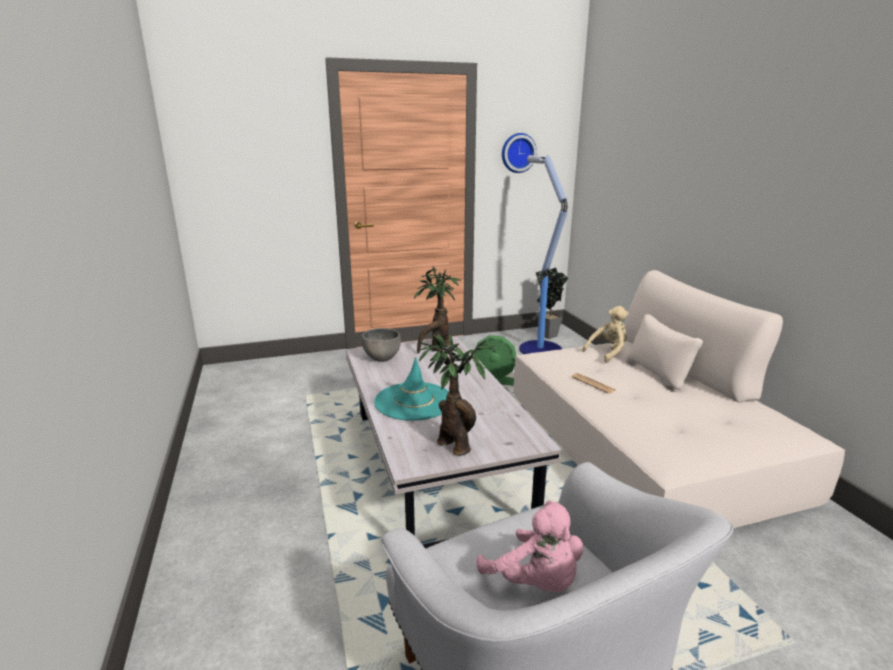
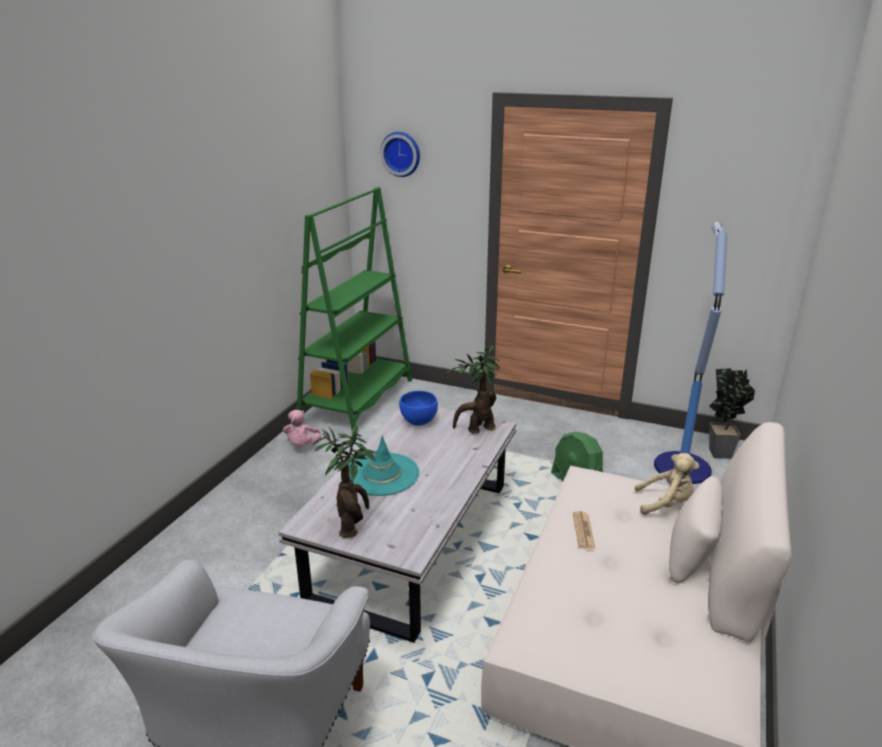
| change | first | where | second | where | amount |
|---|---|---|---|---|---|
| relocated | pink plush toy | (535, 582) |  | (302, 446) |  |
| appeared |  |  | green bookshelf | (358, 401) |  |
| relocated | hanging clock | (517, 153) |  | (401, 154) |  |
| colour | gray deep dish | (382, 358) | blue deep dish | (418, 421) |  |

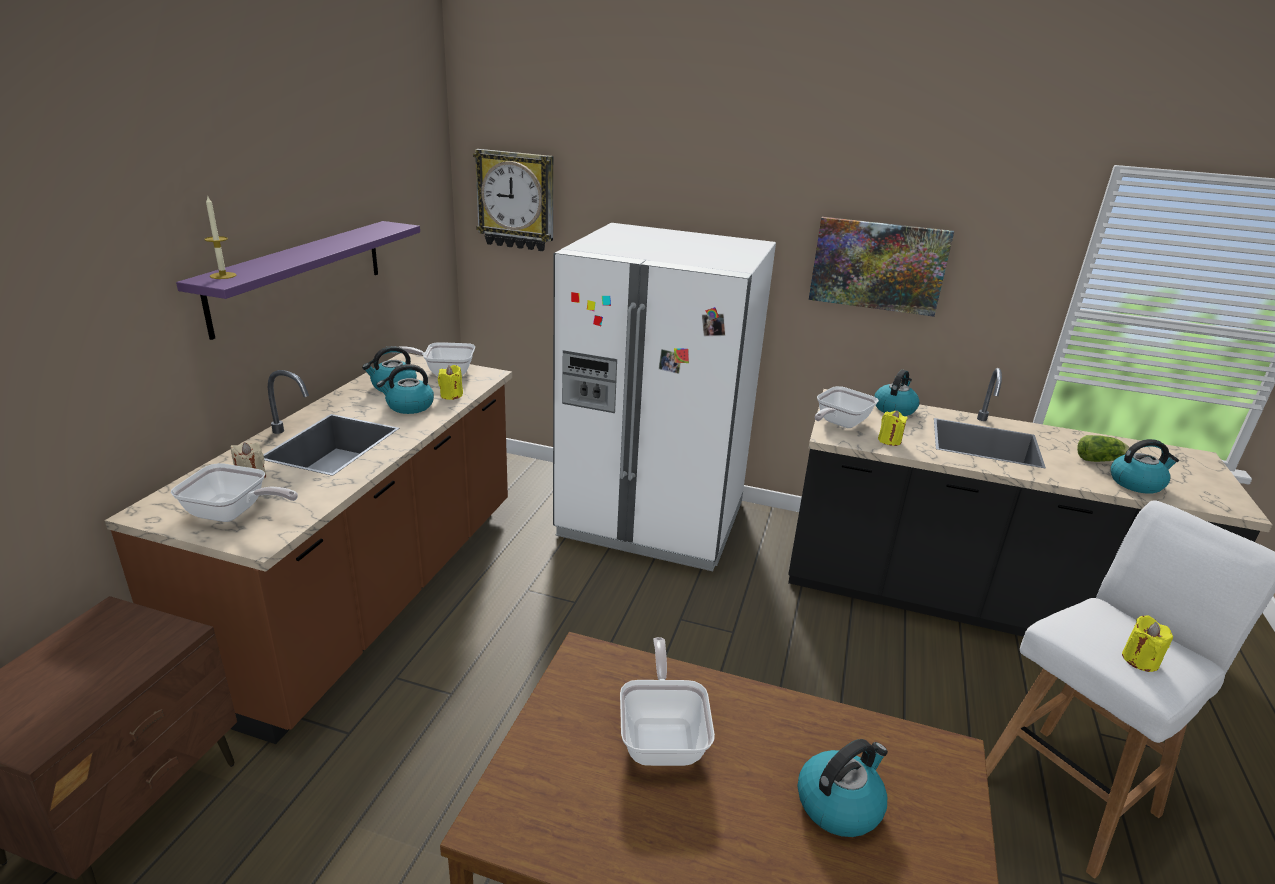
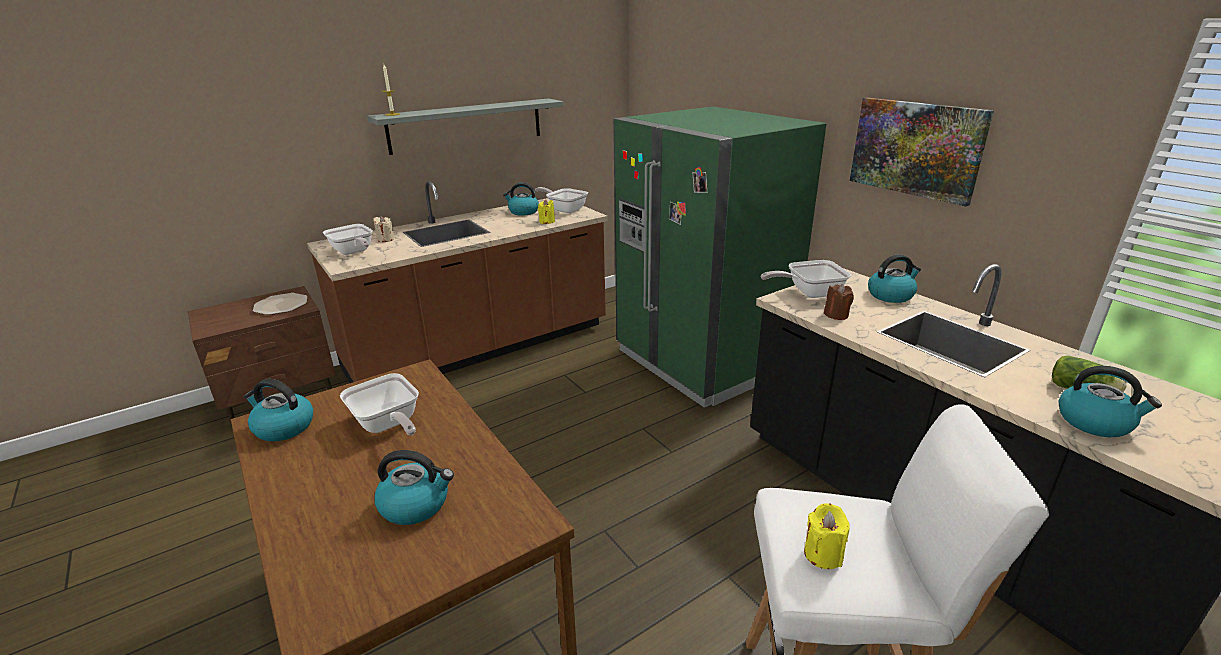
| change | first | where | second | where | amount |
|---|---|---|---|---|---|
| relocated | water kettle | (409, 406) |  | (283, 427) |  |
| appeared |  |  | dinner plate | (281, 305) |  |
| spun | pan | (663, 736) |  | (387, 425) | 105 degrees clockwise |
| colour | purplish shelf | (300, 274) | gray shelf | (466, 125) |  |
| colour | whitish kitchen fridge | (652, 520) | green kitchen fridge | (701, 361) |  |
| colour | yellow wax light | (889, 440) | brown wax light | (836, 315) |  |
| missing | hanging clock | (516, 200) |  |  |  |

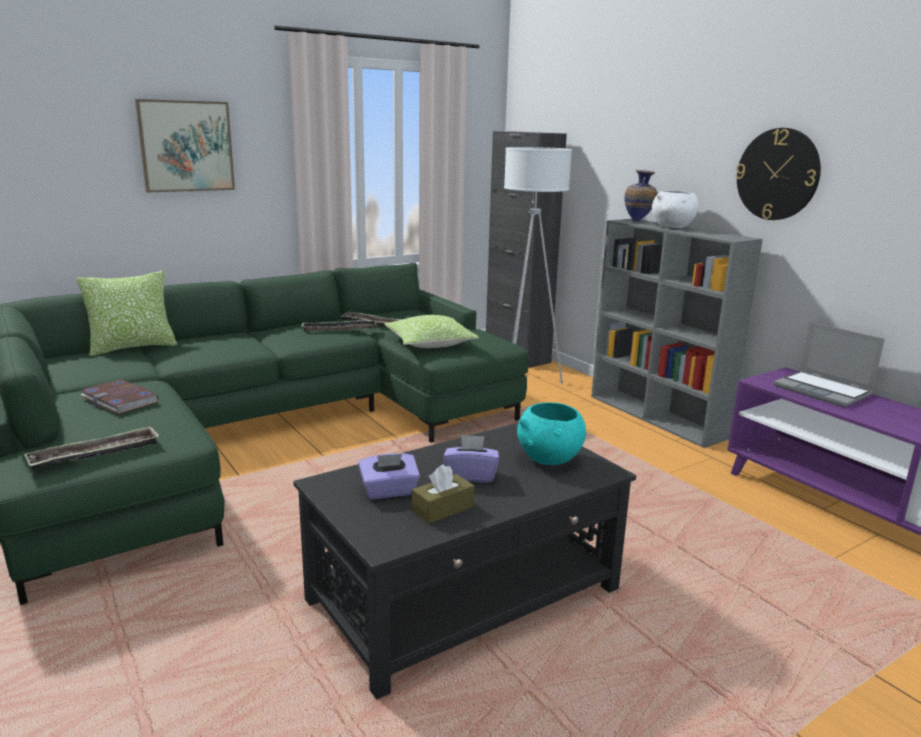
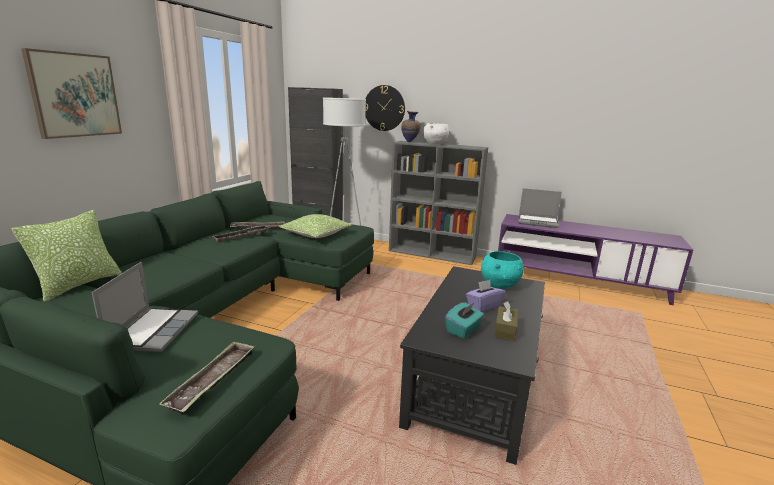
| change | first | where | second | where | amount |
|---|---|---|---|---|---|
| exchanged | book | (120, 400) | notebook computer | (153, 330) |  |
| relocated | hanging clock | (777, 174) |  | (384, 108) |  |
| colour | purplish box of tissues | (389, 491) | turquoise-coloured box of tissues | (463, 330) |  |

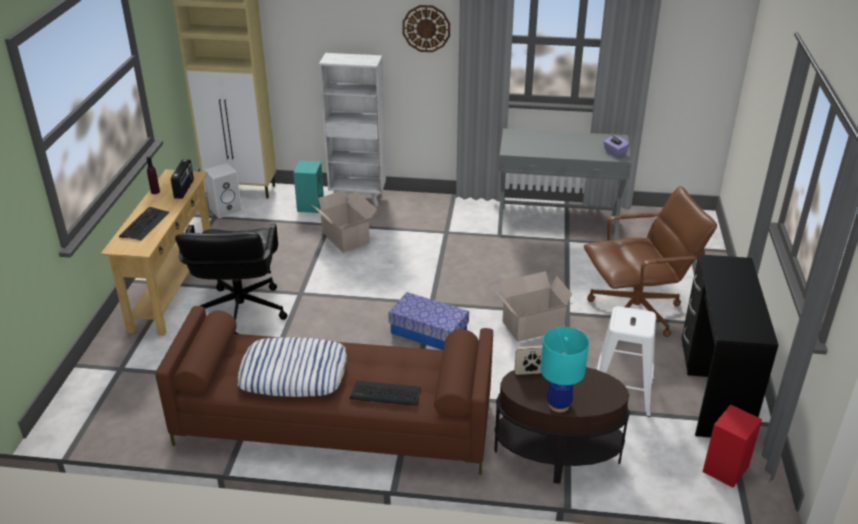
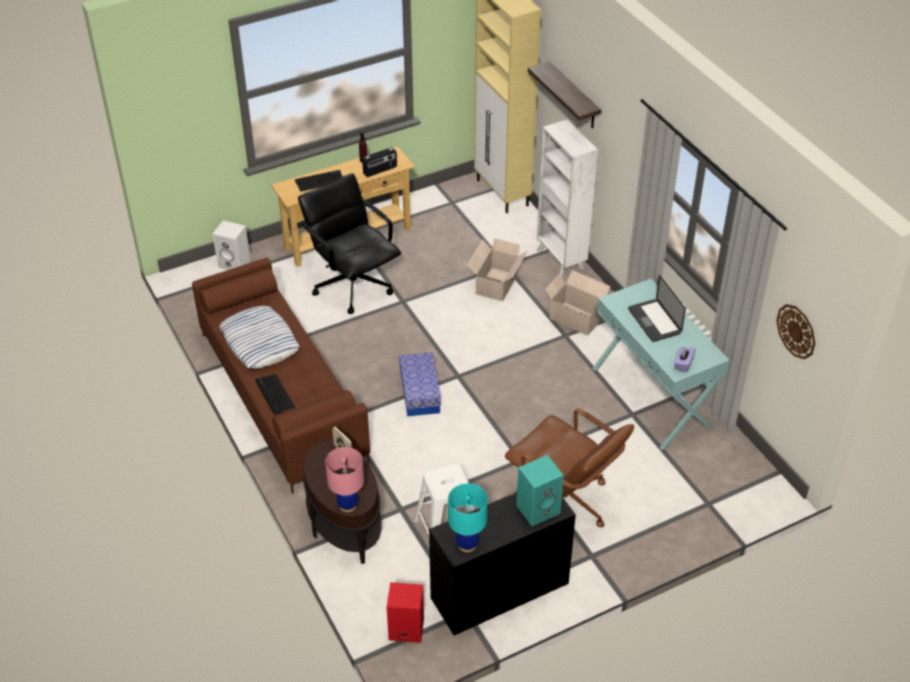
| change | first | where | second | where | amount |
|---|---|---|---|---|---|
| relocated | whitish loudspeaker | (226, 209) |  | (235, 263) |  |
| spun | blackish computer chair | (240, 312) |  | (353, 285) | 90 degrees clockwise |
| appeared |  |  | pink table lamp | (348, 505) |  |
| relocated | turquoise-coloured table lamp | (559, 405) |  | (467, 545) |  |
| relocated | turquoise-coloured loudspeaker | (310, 205) |  | (538, 508) |  |
| appeared |  |  | shelf | (573, 96) |  |
| relocated | cardboard box | (531, 326) |  | (574, 318) |  |
| colour | gray console table | (557, 224) | turquoise-coloured console table | (652, 397) |  |
| appeared |  |  | notebook computer | (654, 321) |  |
| relocated | hanging clock | (426, 28) |  | (796, 331) |  |

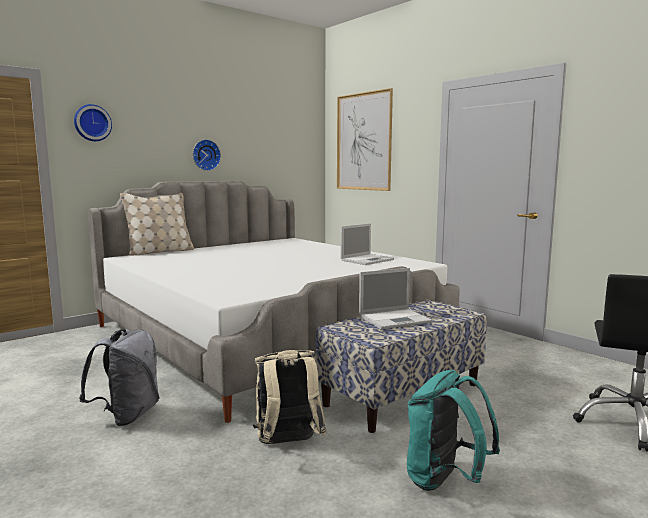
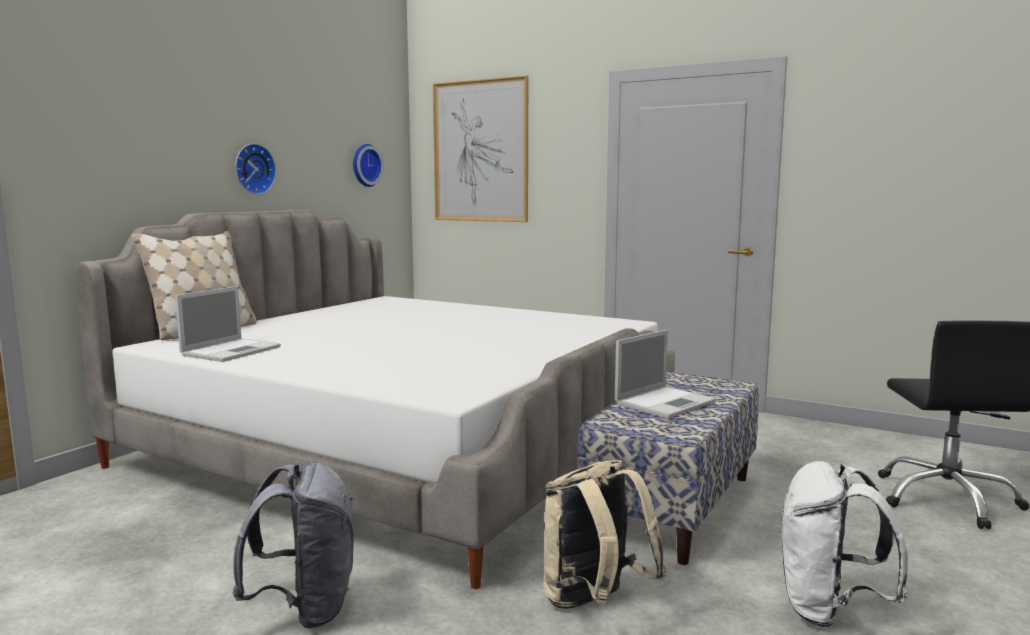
| change | first | where | second | where | amount |
|---|---|---|---|---|---|
| relocated | notebook computer | (367, 260) |  | (232, 350) |  |
| relocated | hanging clock | (92, 123) |  | (365, 165) |  |
| colour | turquoise-coloured backpack | (445, 481) | whitish backpack | (829, 609) |  |

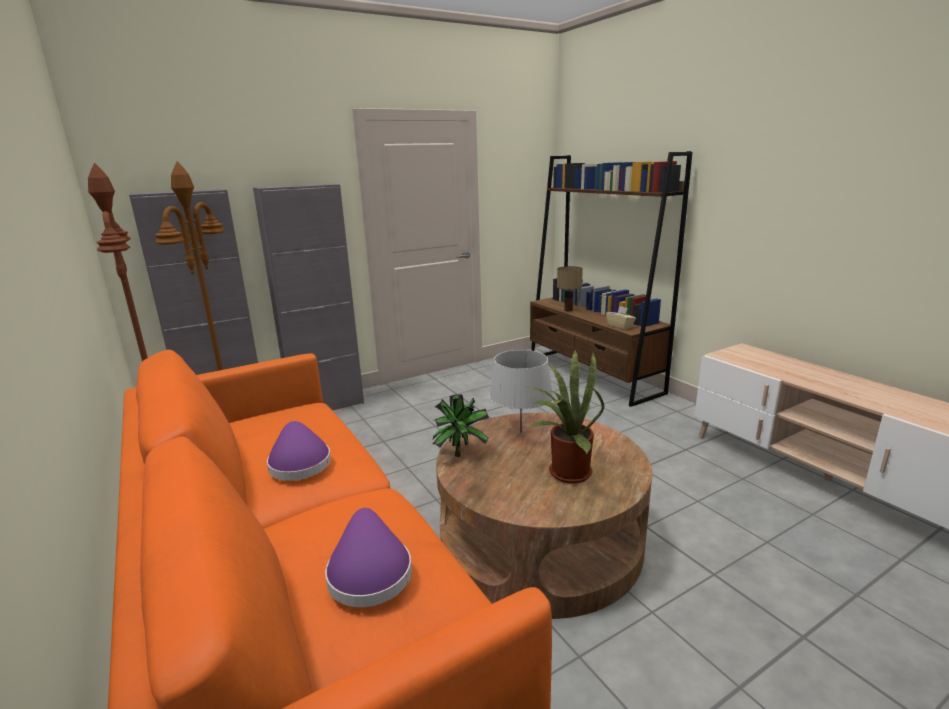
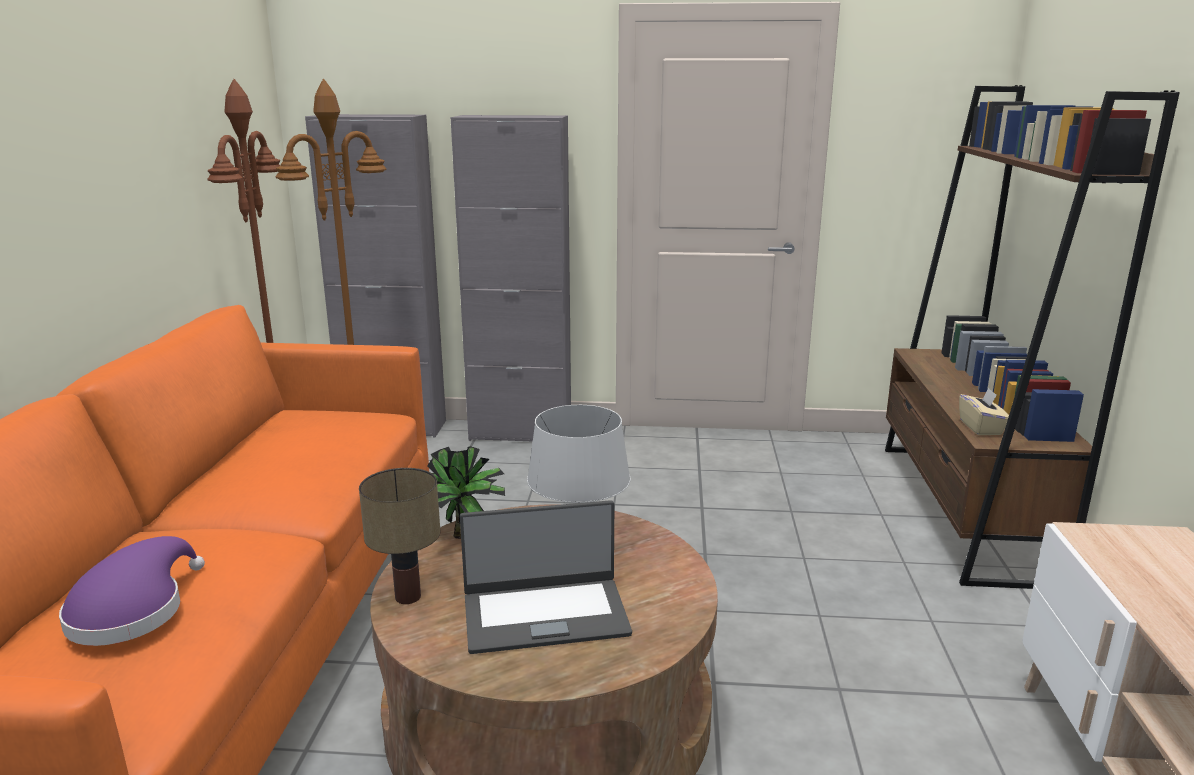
| change | first | where | second | where | amount |
|---|---|---|---|---|---|
| relocated | table lamp | (568, 310) |  | (407, 596) |  |
| exchanged | plant in a pot | (565, 472) | notebook computer | (545, 614) |  |
| missing | purplish wearable hat | (299, 463) |  |  |  |

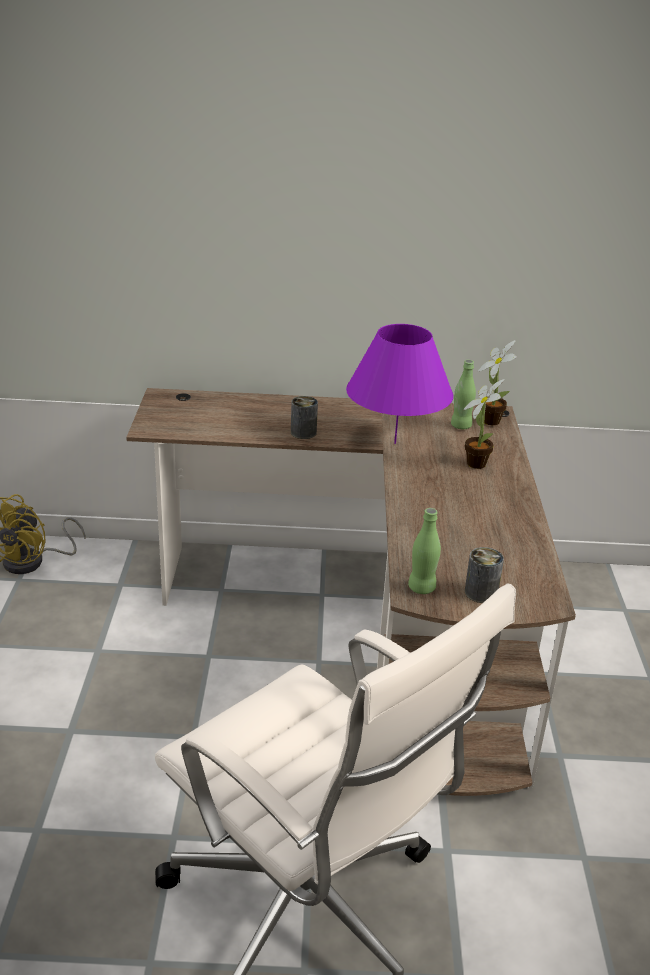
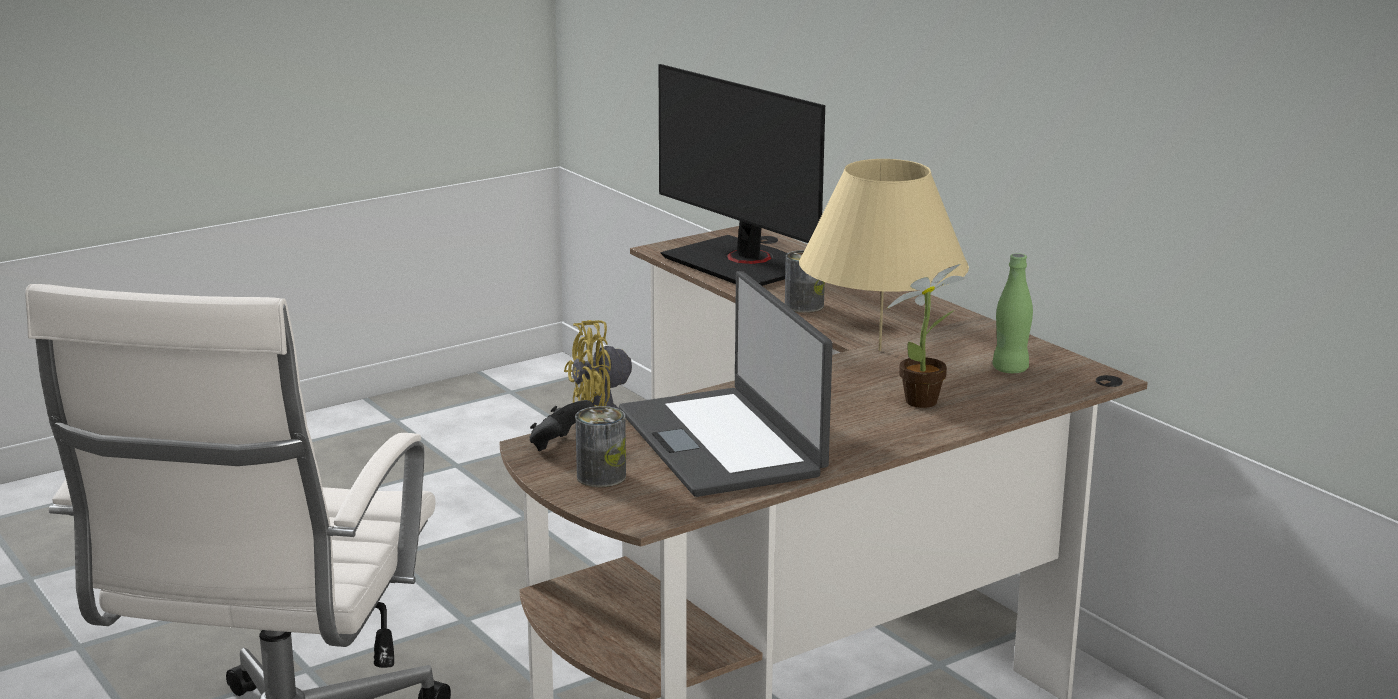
| change | first | where | second | where | amount |
|---|---|---|---|---|---|
| exchanged | green bottle | (421, 588) | blackish joypad | (559, 446) |  |
| appeared |  |  | notebook computer | (723, 442) |  |
| appeared |  |  | monitor | (741, 263) |  |
| colour | purplish table lamp | (395, 443) | beige-coloured table lamp | (880, 350) |  |
| missing | plant in a pot | (490, 419) |  |  |  |

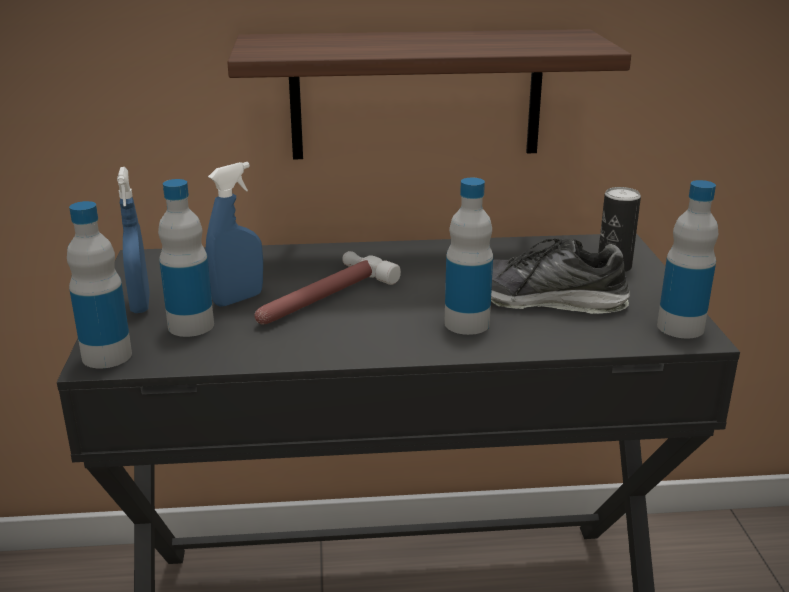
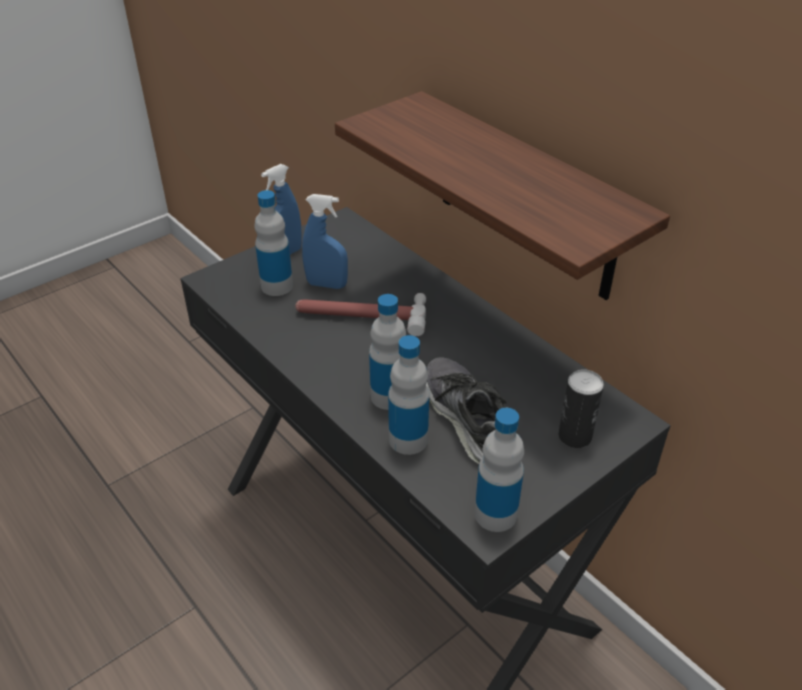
| change | first | where | second | where | amount |
|---|---|---|---|---|---|
| relocated | bottle | (107, 356) |  | (408, 439) |  |

